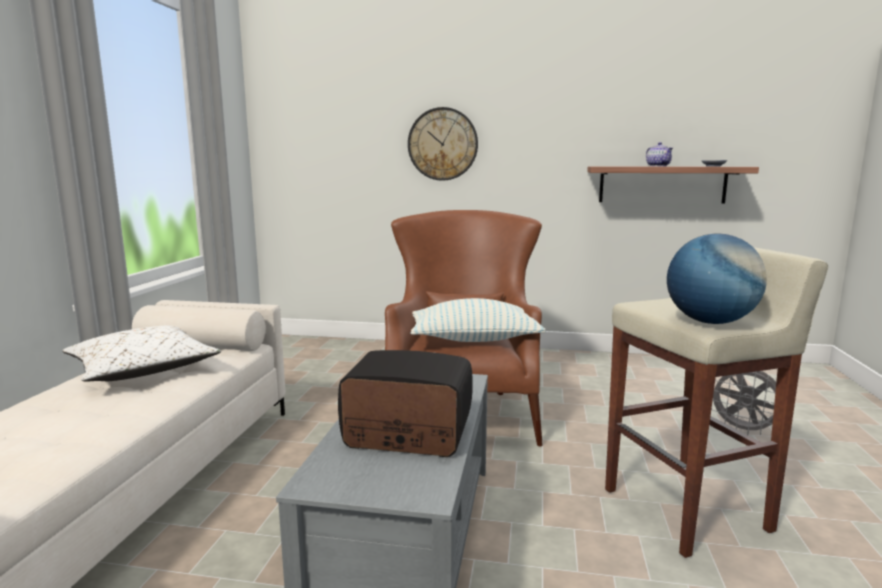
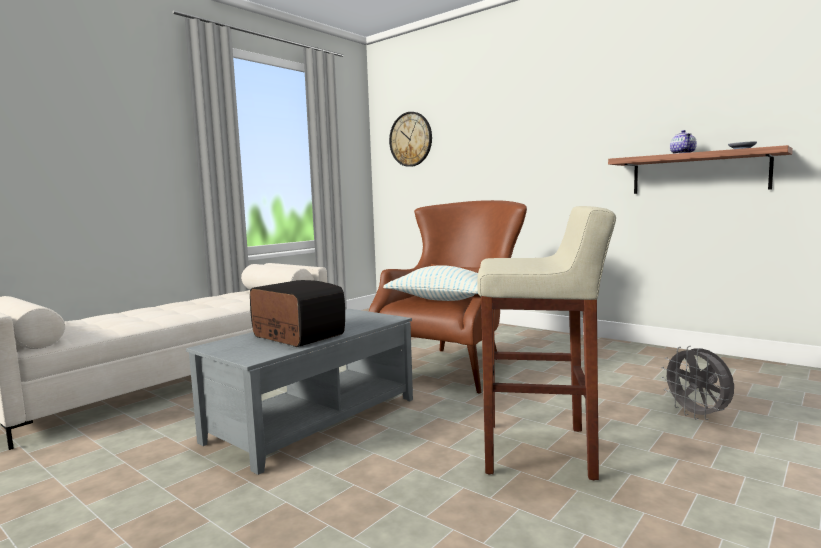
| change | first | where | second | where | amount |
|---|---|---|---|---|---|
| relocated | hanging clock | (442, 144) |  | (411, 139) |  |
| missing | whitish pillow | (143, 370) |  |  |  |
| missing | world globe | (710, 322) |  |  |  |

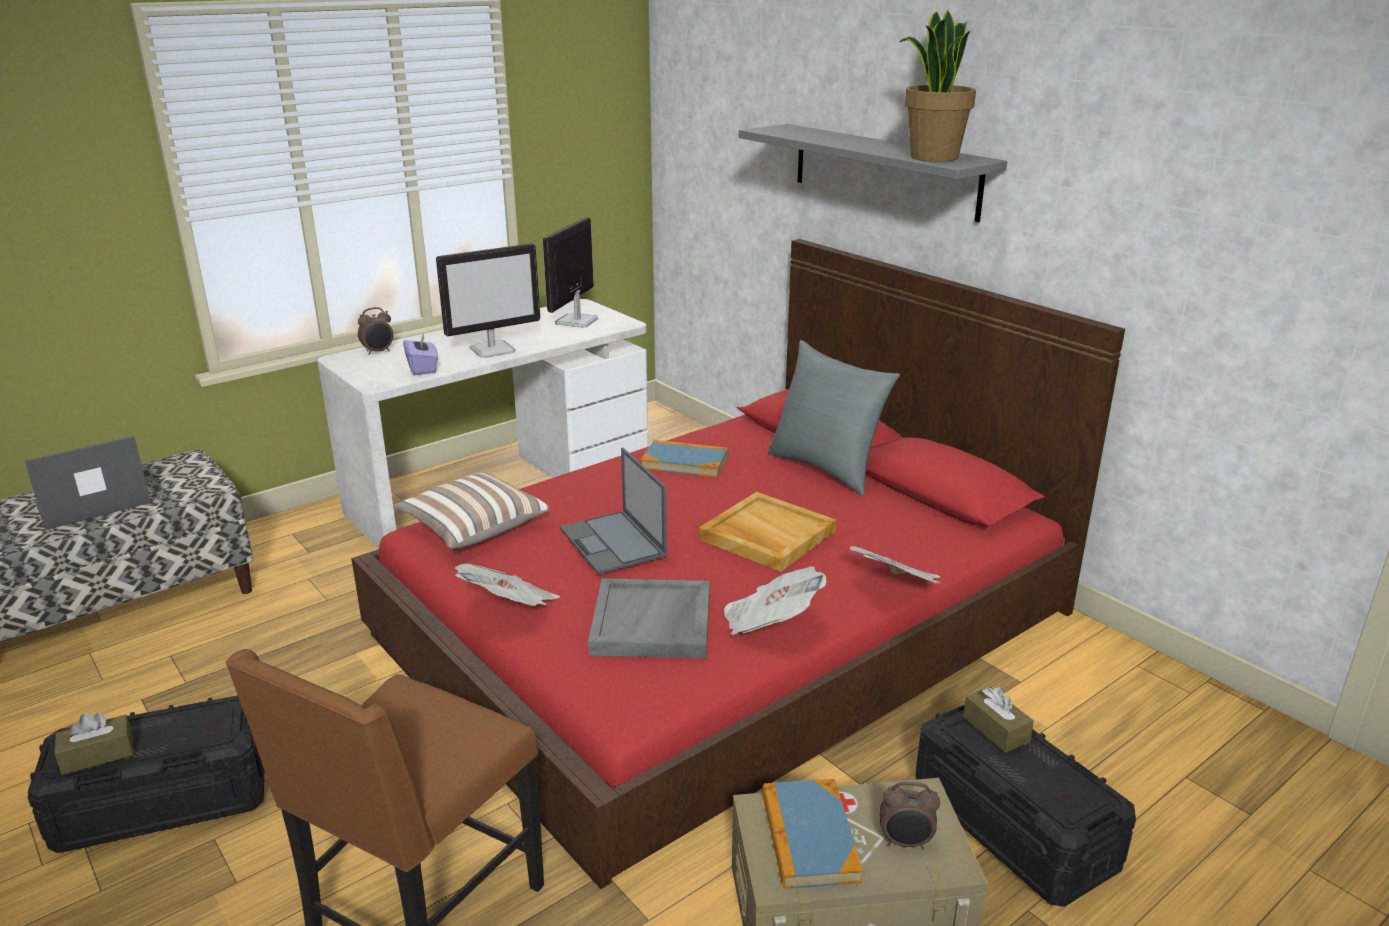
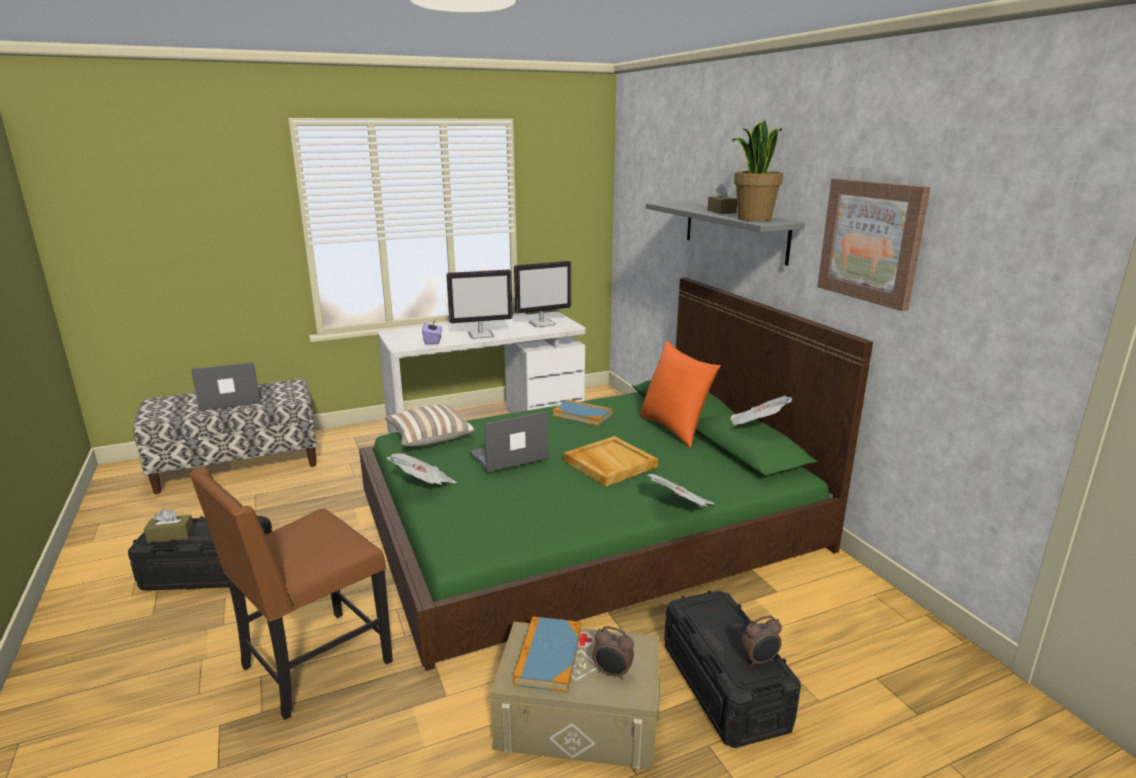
| change | first | where | second | where | amount |
|---|---|---|---|---|---|
| colour | reddish bed | (725, 622) | green bed | (587, 522) |  |
| spun | notebook computer | (613, 543) |  | (507, 456) | 75 degrees clockwise |
| spun | monitor | (576, 322) |  | (542, 323) | 150 degrees counterclockwise |
| colour | gray pillow | (827, 468) | orange pillow | (675, 428) |  |
| relocated | brown box of tissues | (996, 729) |  | (721, 211) |  |
| relocated | newspaper | (770, 623) |  | (756, 425) |  |
| relocated | table clock | (378, 352) |  | (759, 661) |  |
| appeared |  |  | picture | (871, 241) |  |
| missing | gray serving tray | (652, 623) |  |  |  |

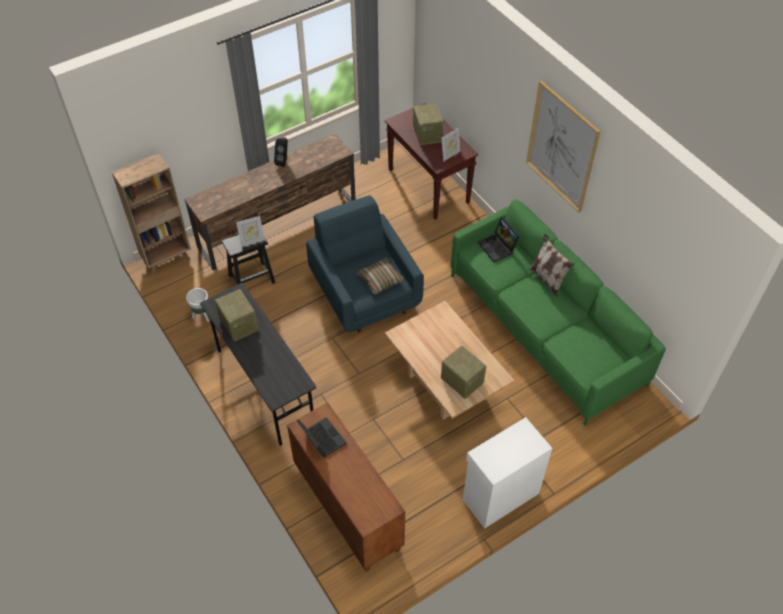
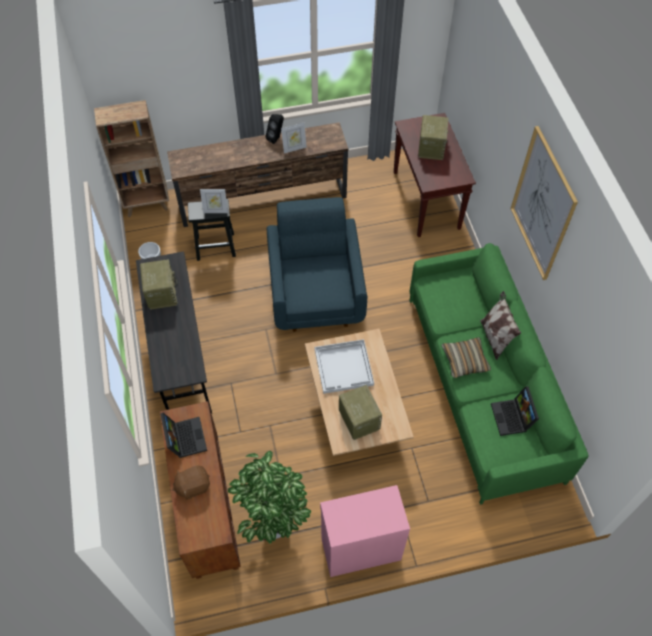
| change | first | where | second | where | amount |
|---|---|---|---|---|---|
| appeared |  |  | brown plush toy | (193, 486) |  |
| appeared |  |  | plant in a pot | (274, 532) |  |
| relocated | picture frame | (450, 155) |  | (294, 148) |  |
| appeared |  |  | whitish serving tray | (344, 367) |  |
| colour | whitish cabinet | (499, 496) | pink cabinet | (360, 548) |  |
| relocated | pillow | (380, 279) |  | (465, 360) |  |
| relocated | notebook computer | (498, 247) |  | (512, 418) |  |

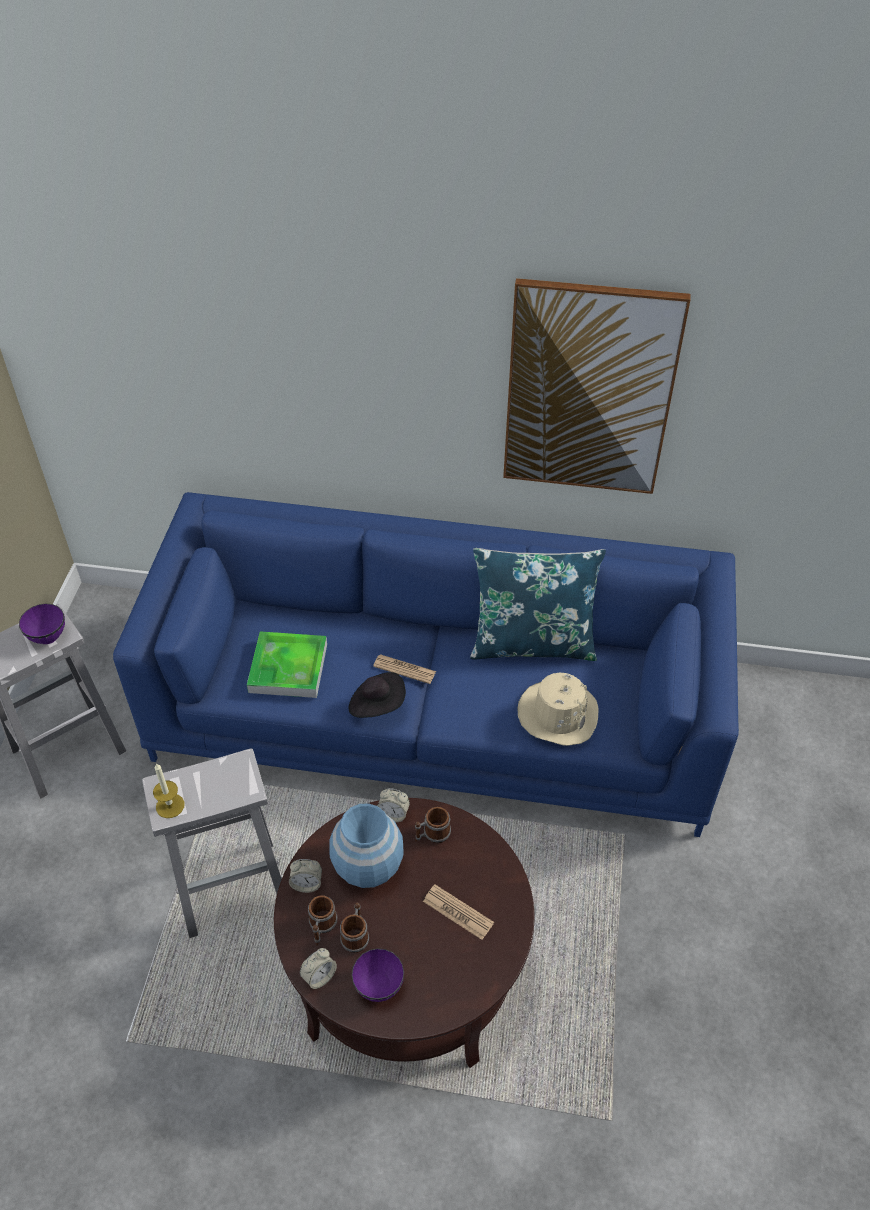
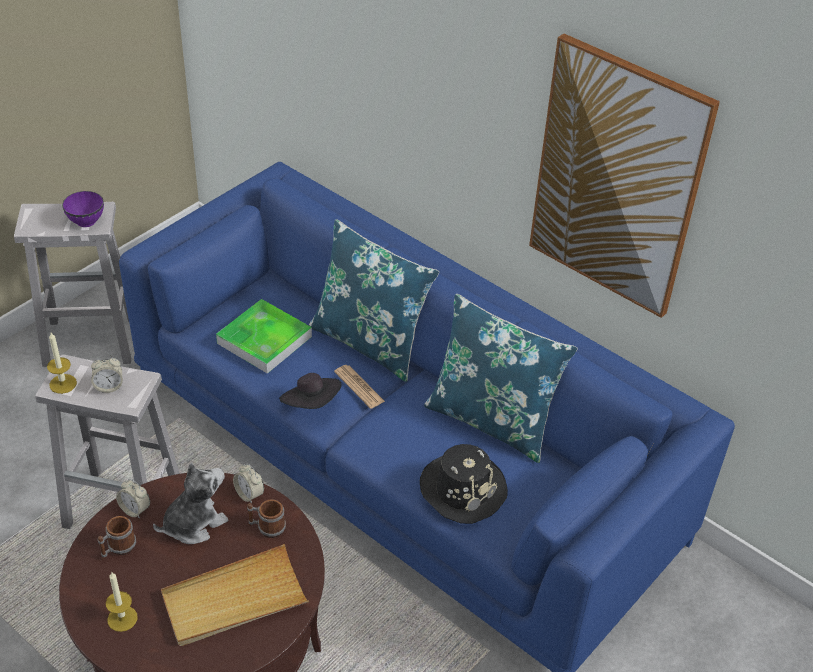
| change | first | where | second | where | amount |
|---|---|---|---|---|---|
| relocated | table clock | (319, 976) |  | (109, 387) |  |
| exchanged | purplish deep dish | (379, 985) | wax light | (122, 618) |  |
| exchanged | blue flower vase | (368, 866) | plush toy | (194, 523) |  |
| exchanged | newspaper | (458, 912) | beige-coloured serving tray | (234, 600) |  |
| appeared |  |  | blue pillow | (370, 342) |  |
| colour | beige-coloured wearable hat | (558, 714) | blackish wearable hat | (462, 489) |  |
| missing | coffee mug | (356, 935) |  |  |  |

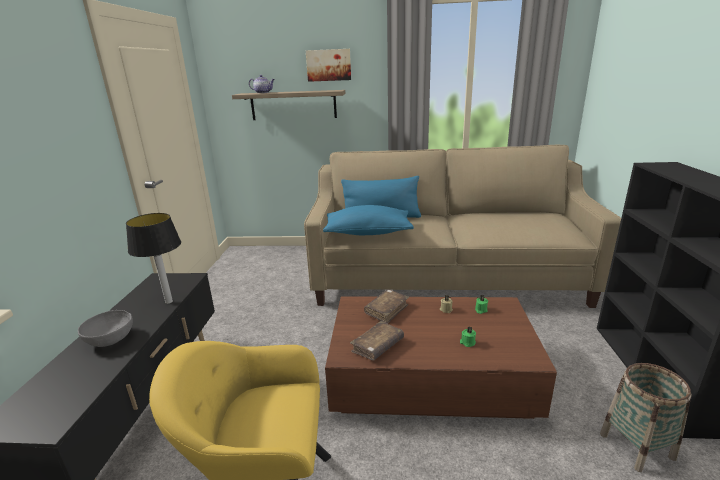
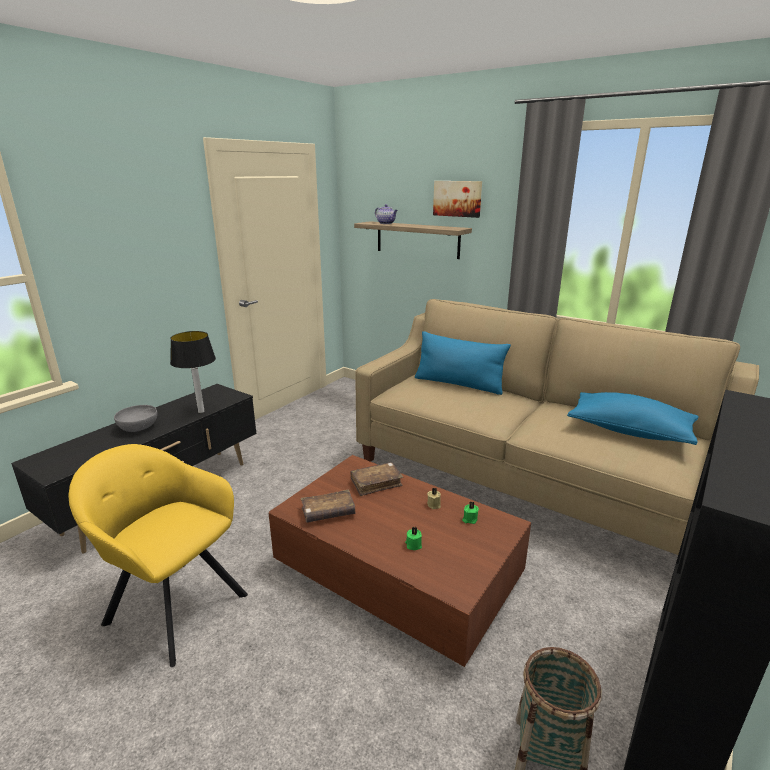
| change | first | where | second | where | amount |
|---|---|---|---|---|---|
| relocated | blue pillow | (368, 232) |  | (629, 431) |  |

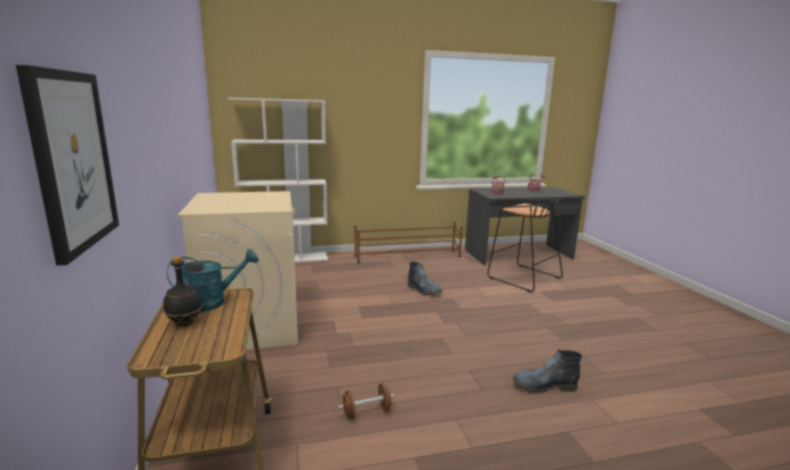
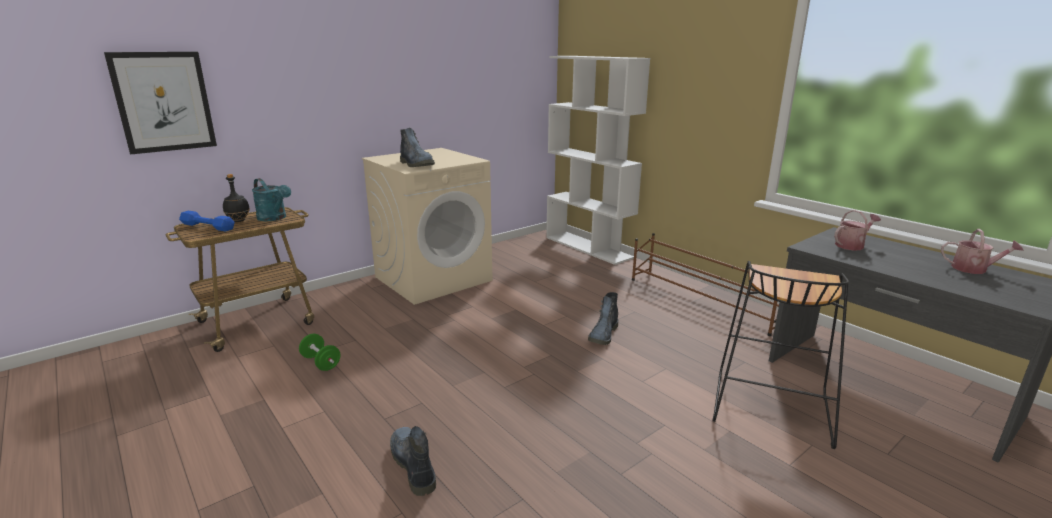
| change | first | where | second | where | amount |
|---|---|---|---|---|---|
| appeared |  |  | blue dumbbell | (207, 227) |  |
| colour | brown dumbbell | (366, 412) | green dumbbell | (321, 362) |  |
| appeared |  |  | tall boot | (417, 165) |  |

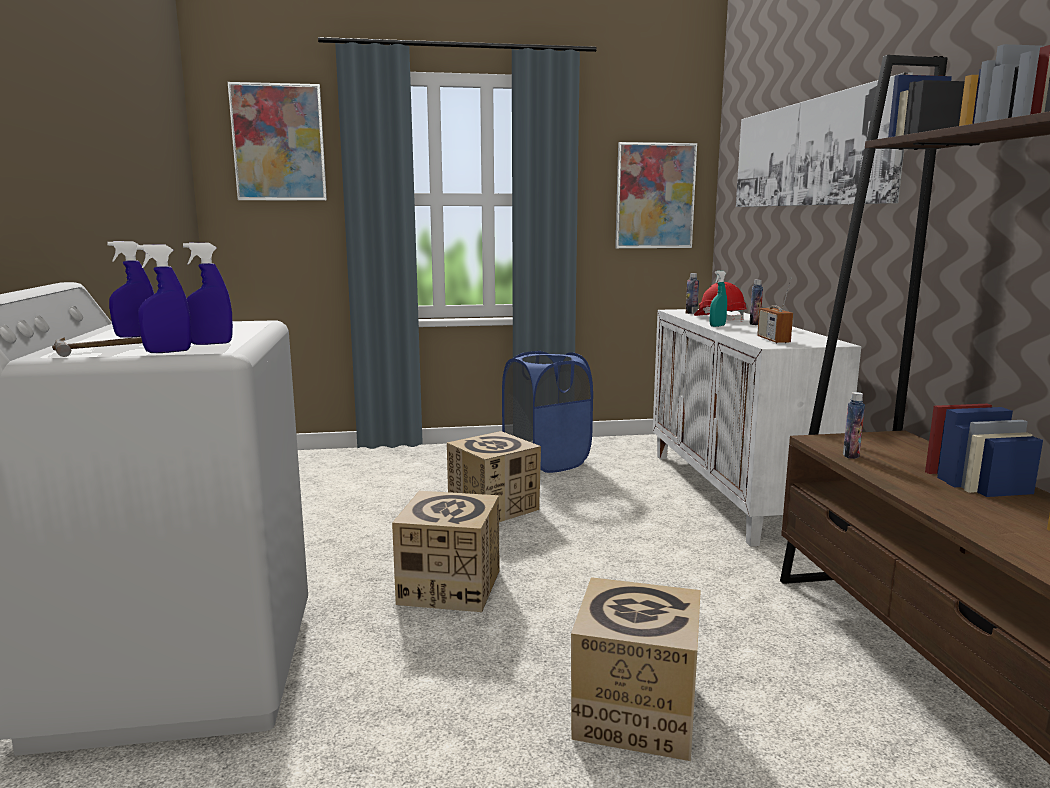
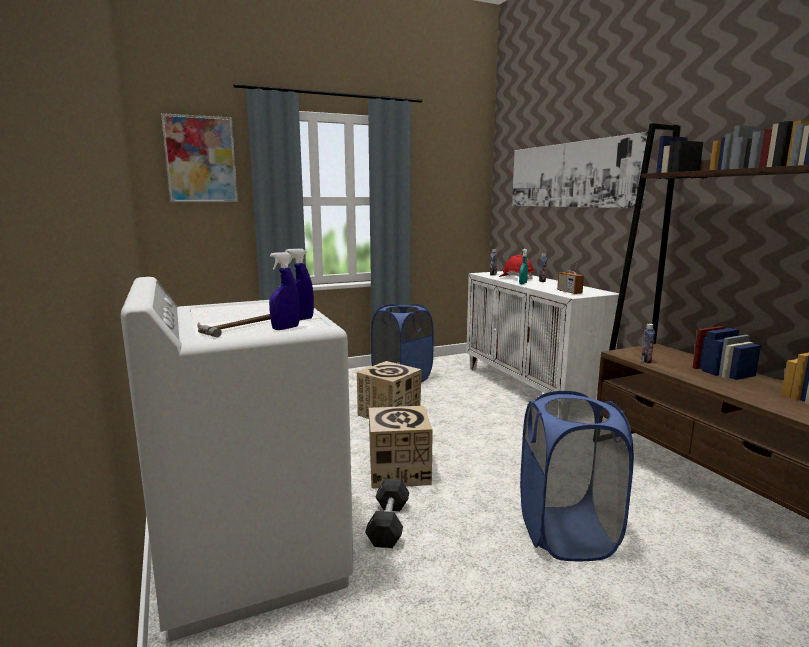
| change | first | where | second | where | amount |
|---|---|---|---|---|---|
| appeared |  |  | blackish dumbbell | (388, 524) |  |
| exchanged | cardboard box | (635, 712) | blue hamper | (567, 533) |  |
| missing | blue hand sprayer | (136, 336) |  |  |  |
| missing | picture | (655, 196) |  |  |  |

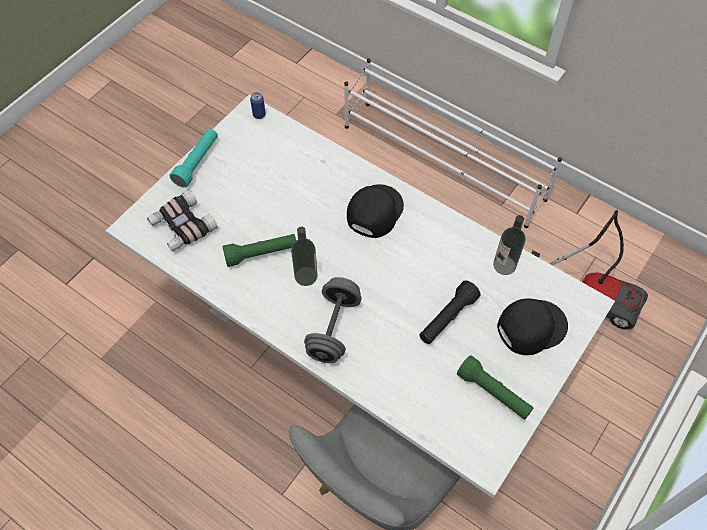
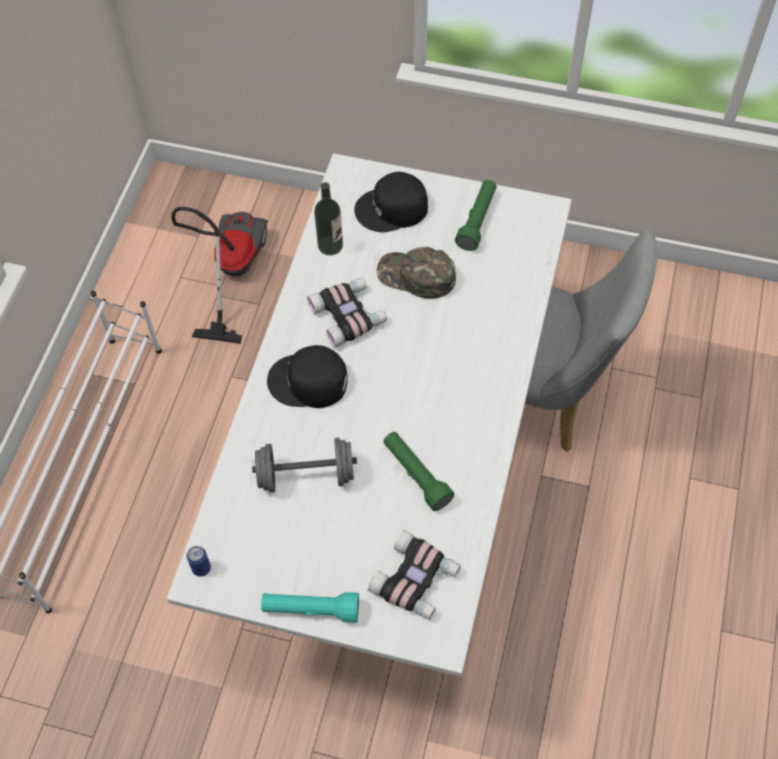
| change | first | where | second | where | amount |
|---|---|---|---|---|---|
| relocated | gray dumbbell | (333, 328) |  | (306, 475) |  |
| appeared |  |  | pair of binoculars | (349, 315) |  |
| spun | blackish baseball cap | (531, 326) |  | (392, 209) | 60 degrees counterclockwise |
| exchanged | blackish hand torch | (447, 318) | green baseball cap | (416, 276) |  |
| missing | bottle | (306, 276) |  |  |  |

